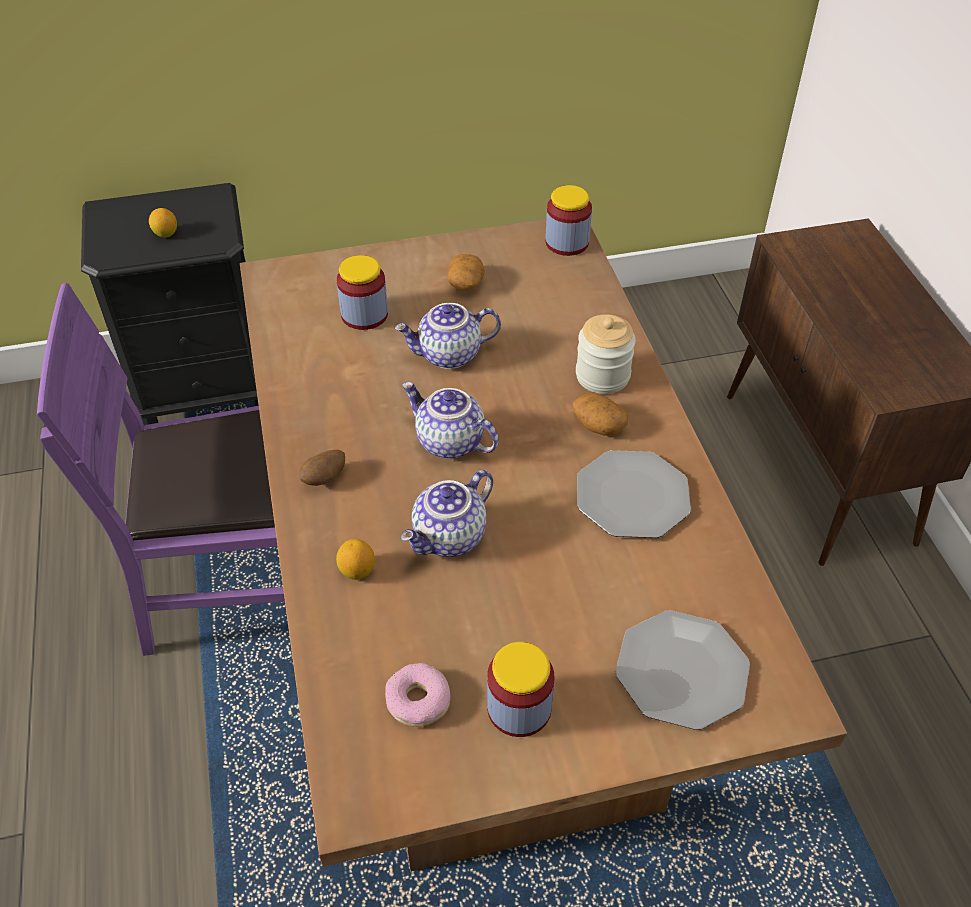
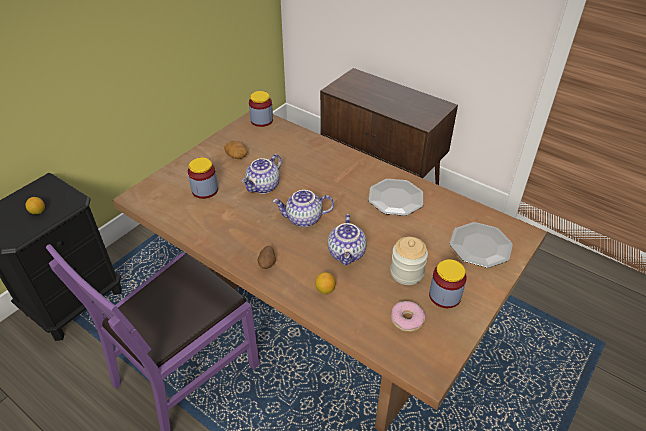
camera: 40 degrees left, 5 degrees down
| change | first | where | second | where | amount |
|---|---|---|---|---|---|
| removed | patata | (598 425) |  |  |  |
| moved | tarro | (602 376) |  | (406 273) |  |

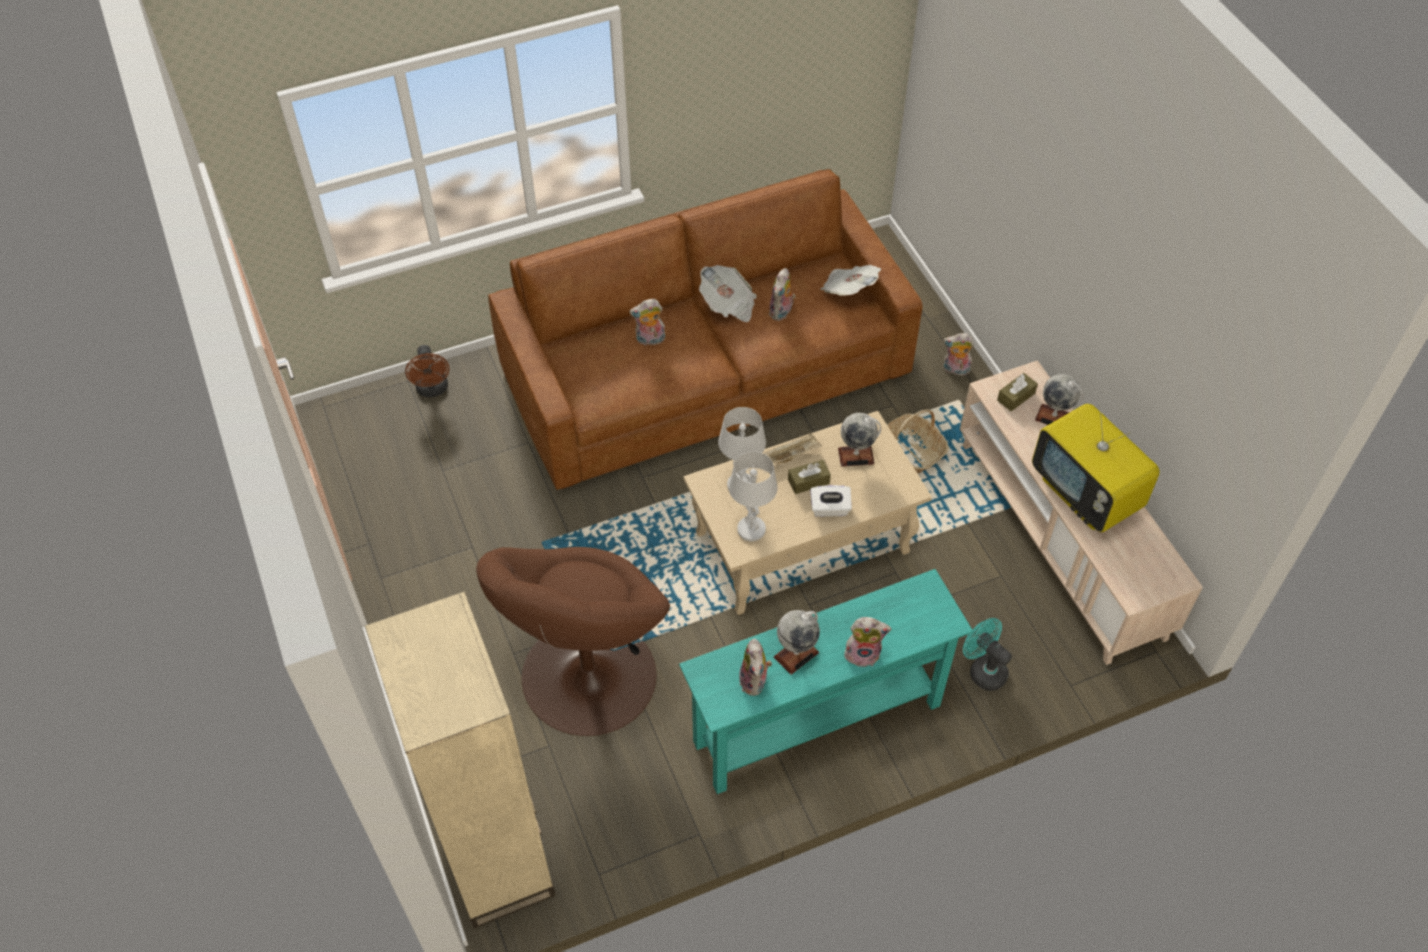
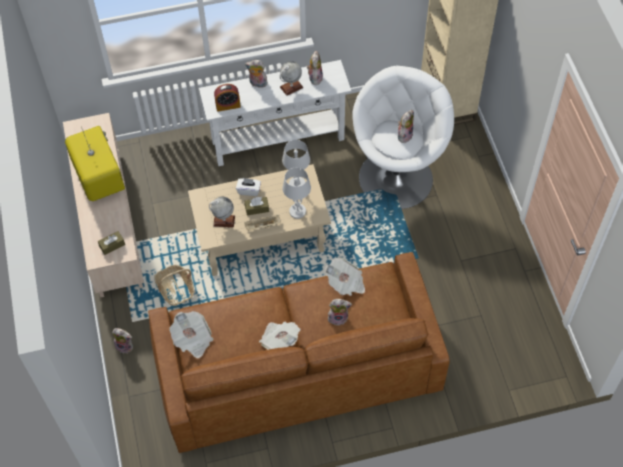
camera: 170 degrees left, 5 degrees up
| change | first | where | second | where | amount |
|---|---|---|---|---|---|
| removed | ventilador (marrón) | (433 390) |  |  |  |
| removed | ventilador (turquesa) | (983 670) |  |  |  |
| removed | globo terráqueo | (1054 417) |  |  |  |
| added |  |  | despertador | (228 105) |  |
| added |  |  | periódico | (346 283) |  |
| moved | peluche | (781 312) |  | (404 135) |  |
| recoloured | sillón (marrón) | (587 677) | sillón (blanco) | (396 177) |  |
| recoloured | mesa consola (turquesa) | (818 724) | mesa consola (blanco) | (278 140) |  |

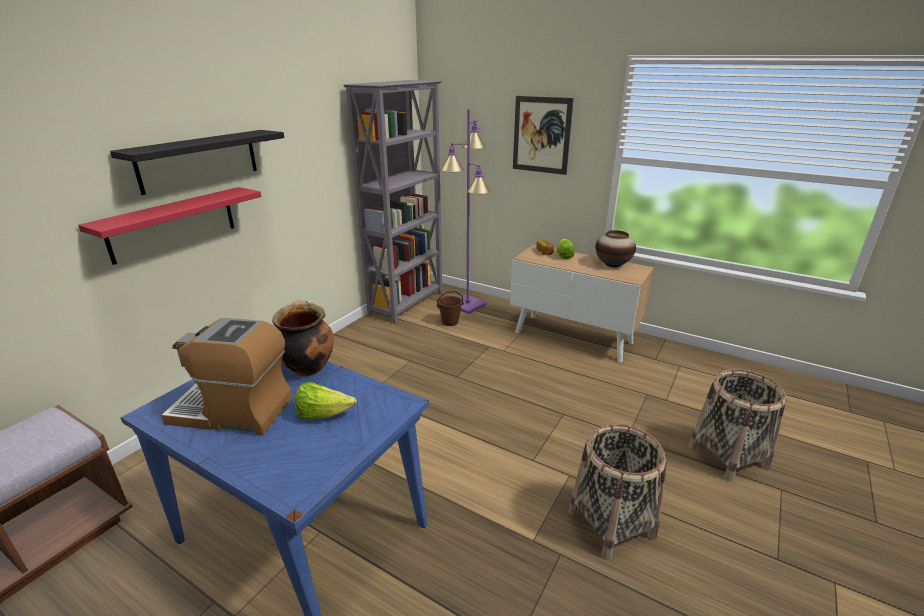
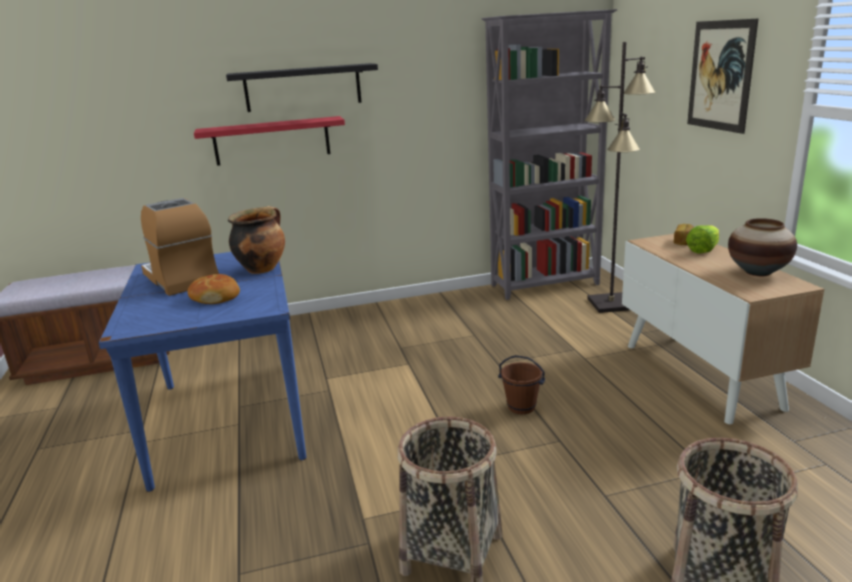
camera: 45 degrees right, 5 degrees down
| change | first | where | second | where | amount |
|---|---|---|---|---|---|
| moved | cubo (marrón) | (450 322) |  | (521 407) |  |
| replaced | lechuga | (323 414) | pan | (215 297) |  |
| recoloured | lámpara de pie (morado) | (468 305) | lámpara de pie (negro) | (611 304) |  |

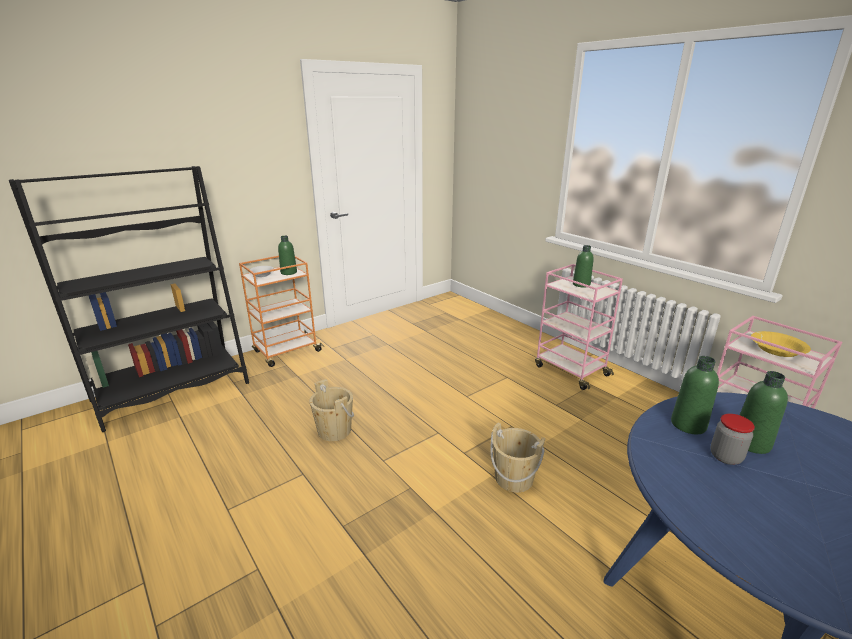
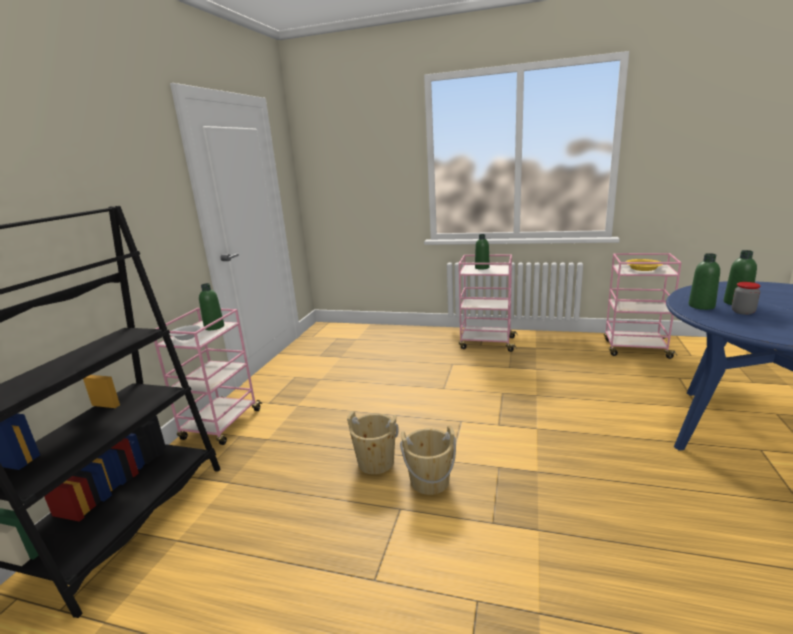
camera: 35 degrees left, 5 degrees down
| change | first | where | second | where | amount |
|---|---|---|---|---|---|
| moved | cubo (beis) | (513 478) |  | (429 481) |  |
| recoloured | carrito (naranja) | (286 352) | carrito (rosa) | (221 425) |  |

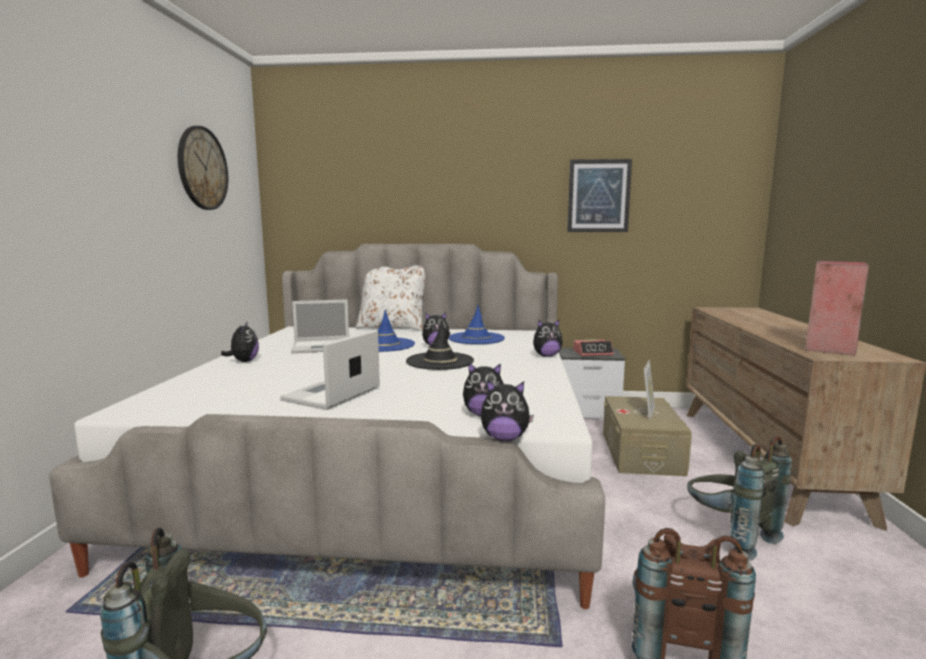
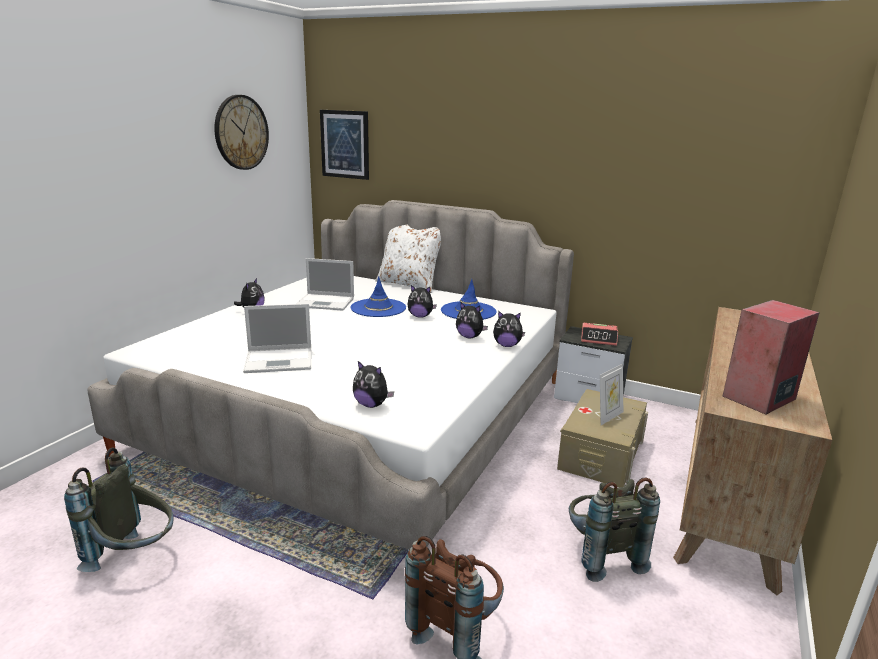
camera: 20 degrees right, 10 degrees up
| change | first | where | second | where | amount |
|---|---|---|---|---|---|
| removed | sombrero (negro) | (439 361) |  |  |  |
| moved | peluche | (505 438) |  | (469 337) |  |
| moved | cuadro | (598 196) |  | (345 144) |  |
| turned | portátil | (331 395) |  | (280 360) | 150 degrees counterclockwise |

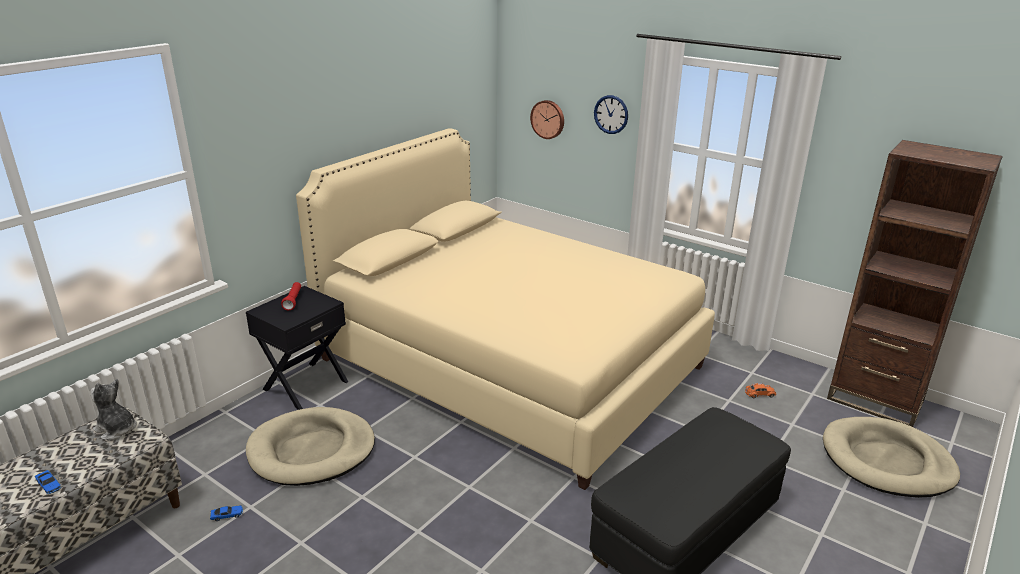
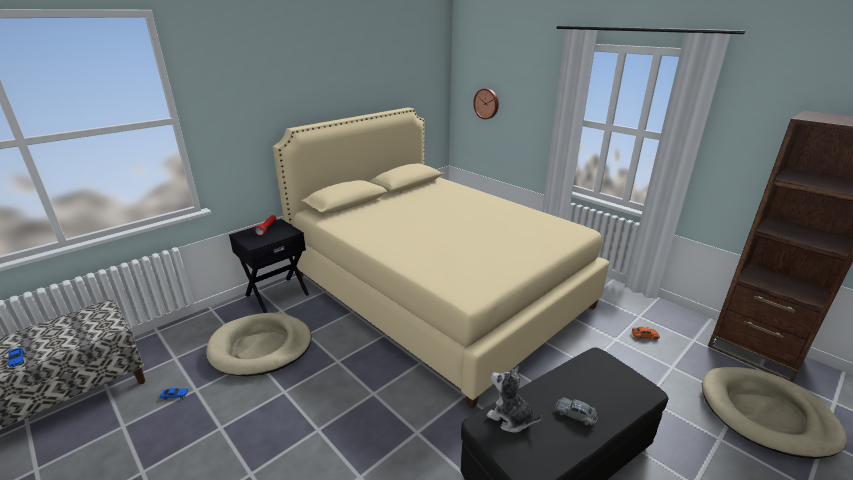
camera: 10 degrees right, 0 degrees up
| change | first | where | second | where | amount |
|---|---|---|---|---|---|
| removed | reloj de pared | (611 114) |  |  |  |
| added |  |  | coche de juguete (gris) | (575 414) |  |
| moved | peluche | (116 429) |  | (510 418) |  |

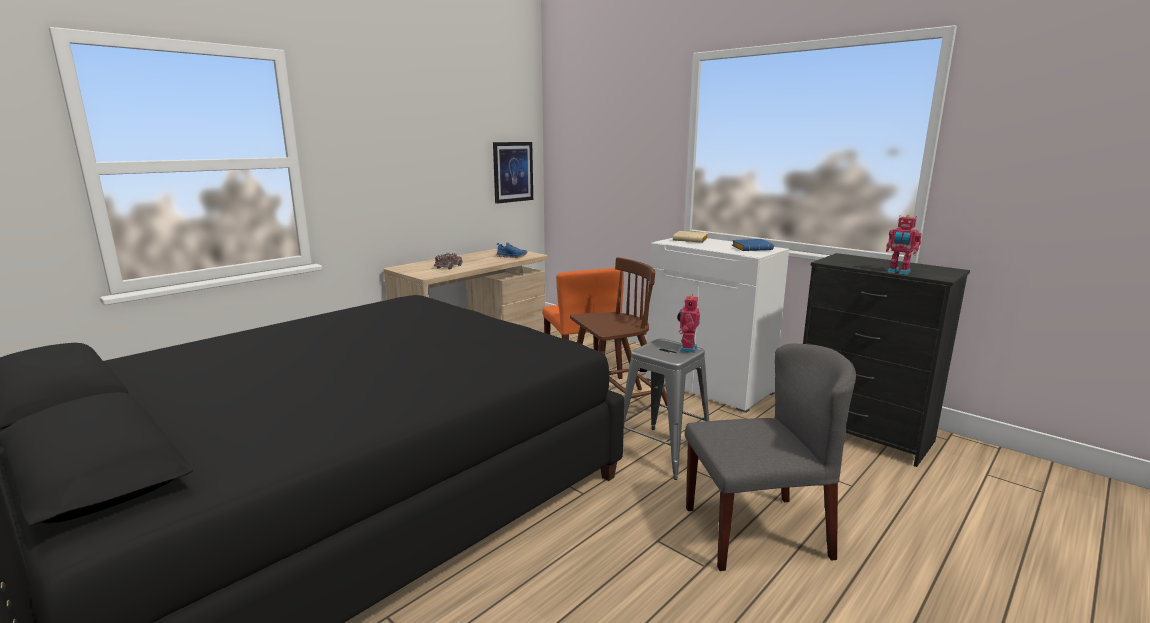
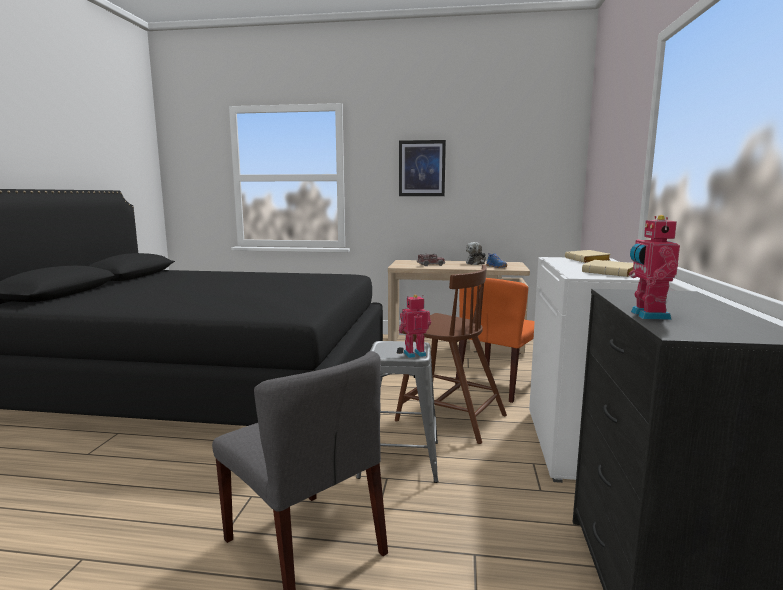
camera: 55 degrees right, 5 degrees down
| change | first | where | second | where | amount |
|---|---|---|---|---|---|
| added |  |  | peluche | (476 263) |  |
| moved | cuadro | (513 172) |  | (422 168) |  |
| recoloured | libro (azul) | (752 248) | libro (beis) | (611 273) |  |

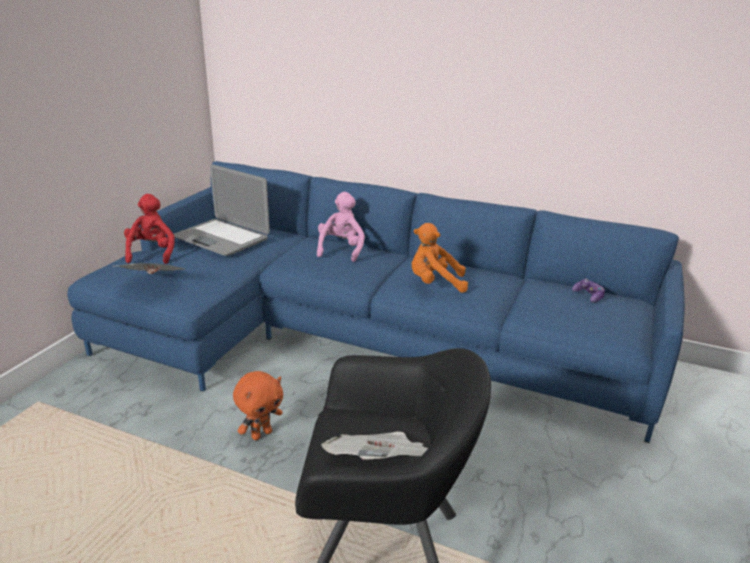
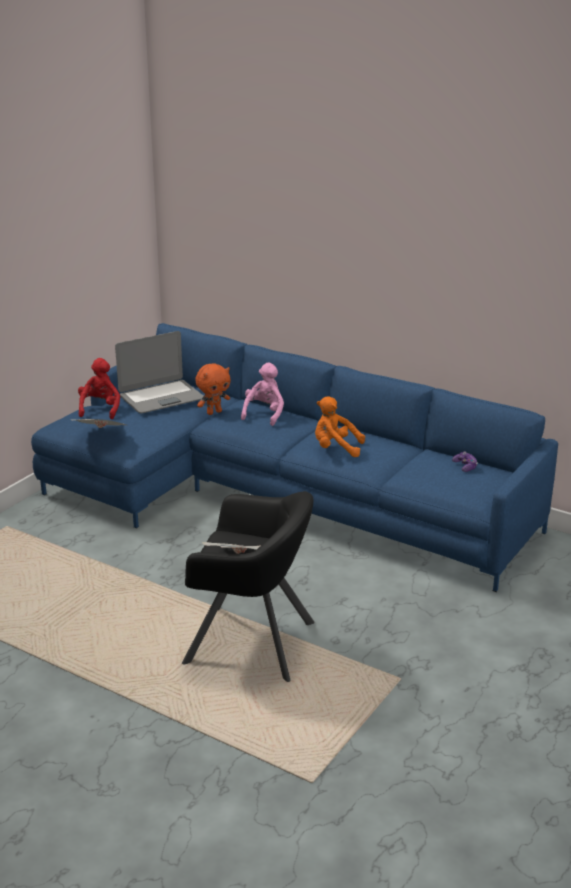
camera: 10 degrees right, 0 degrees up
| change | first | where | second | where | amount |
|---|---|---|---|---|---|
| moved | peluche (naranja) | (261 434) |  | (214 412) |  |
| turned | portátil | (222 238) |  | (161 397) | 75 degrees counterclockwise |

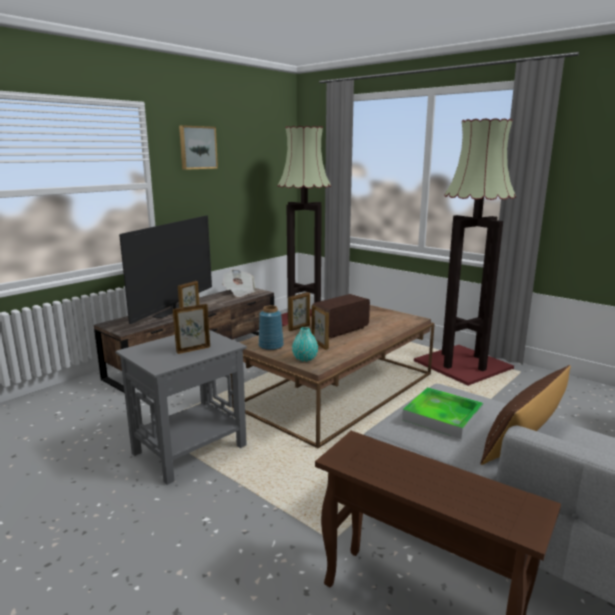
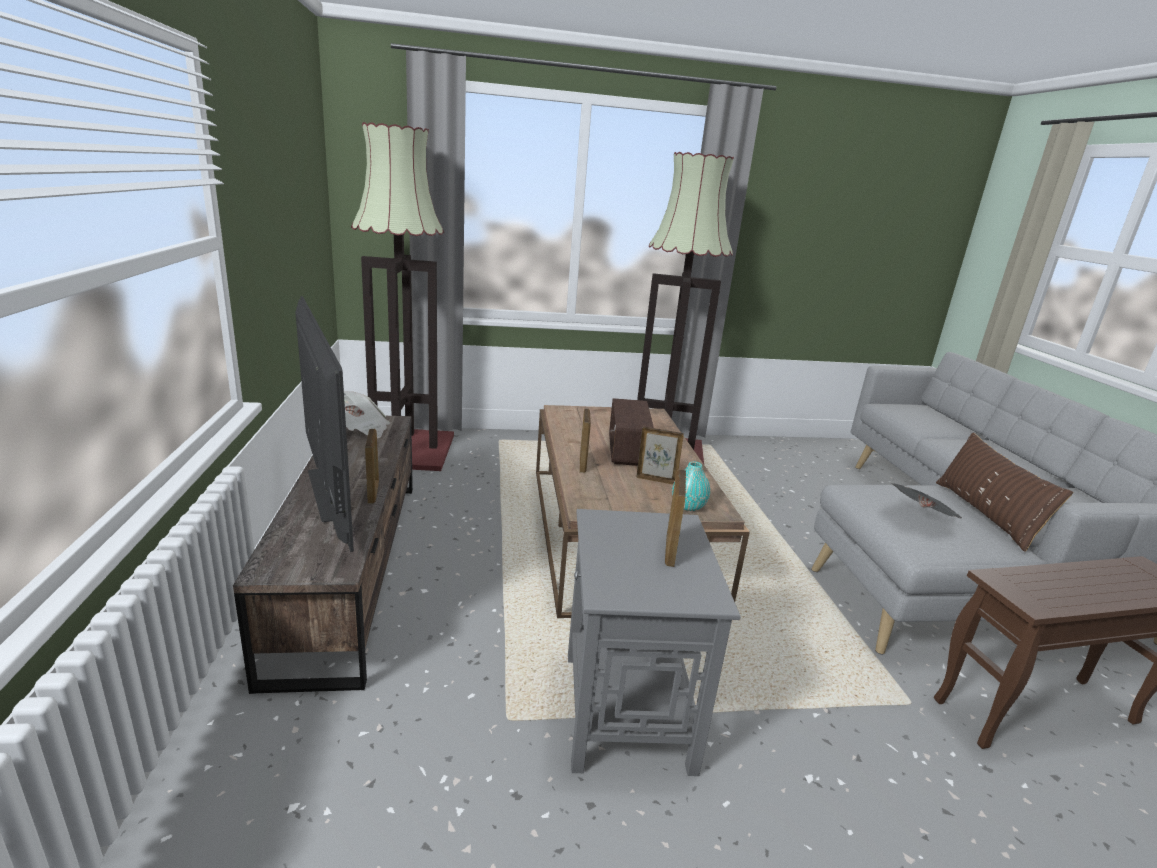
camera: 50 degrees left, 5 degrees up
| change | first | where | second | where | amount |
|---|---|---|---|---|---|
| removed | cuadro | (197 147) |  |  |  |
| removed | florero (azul) | (270 346) |  |  |  |
| replaced | bandeja | (442 416) | periódico | (921 519) |  |

